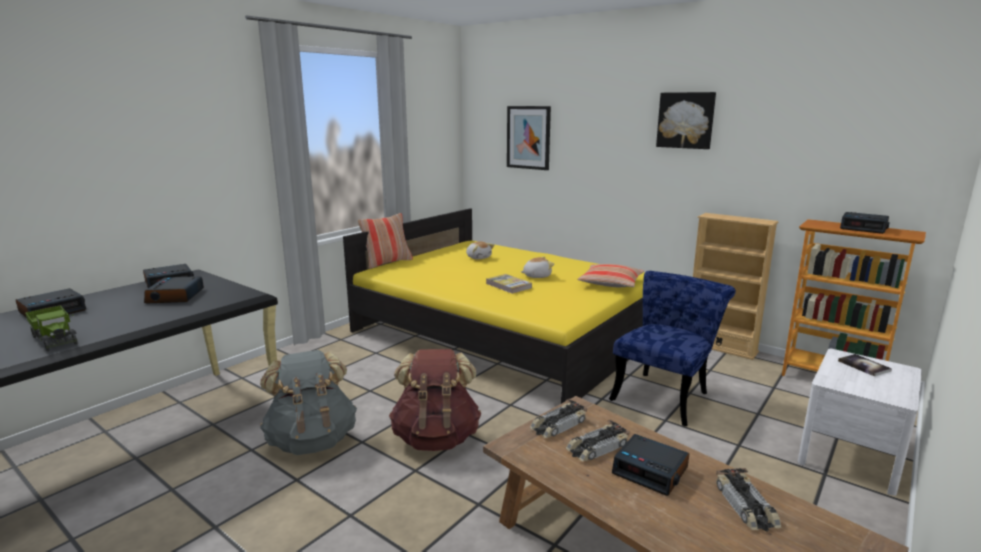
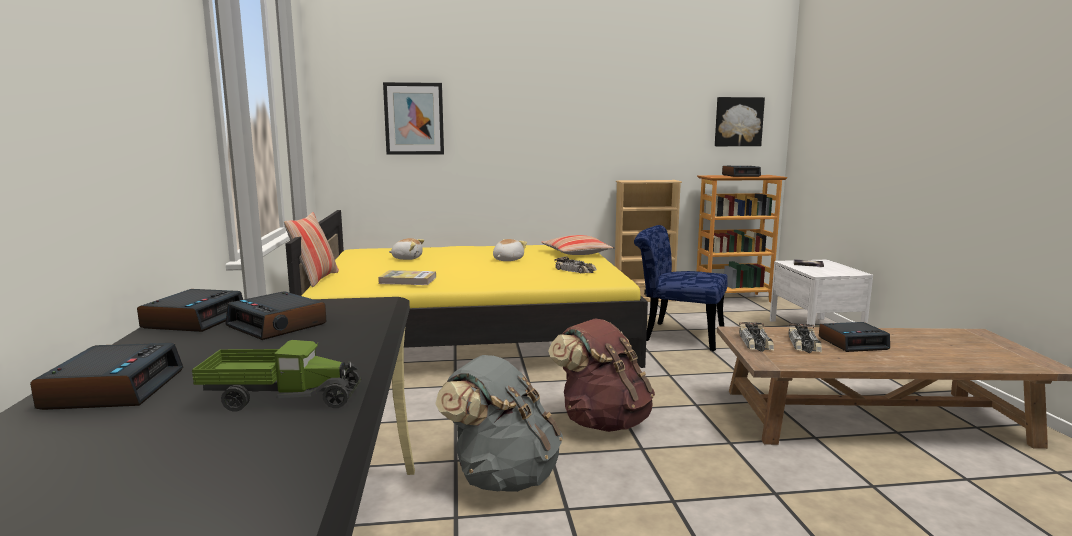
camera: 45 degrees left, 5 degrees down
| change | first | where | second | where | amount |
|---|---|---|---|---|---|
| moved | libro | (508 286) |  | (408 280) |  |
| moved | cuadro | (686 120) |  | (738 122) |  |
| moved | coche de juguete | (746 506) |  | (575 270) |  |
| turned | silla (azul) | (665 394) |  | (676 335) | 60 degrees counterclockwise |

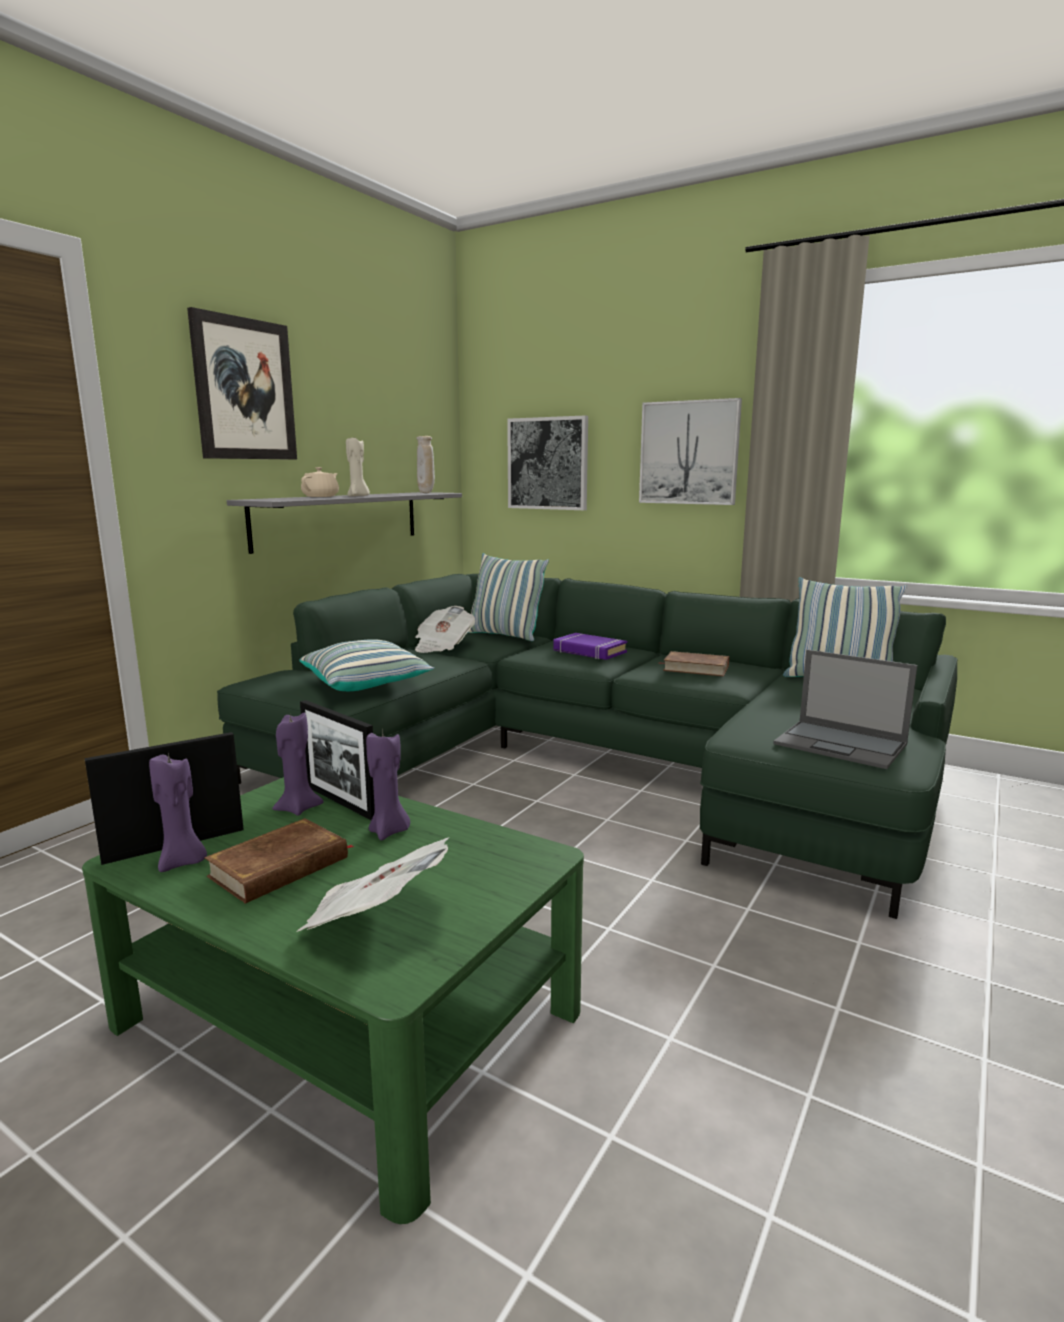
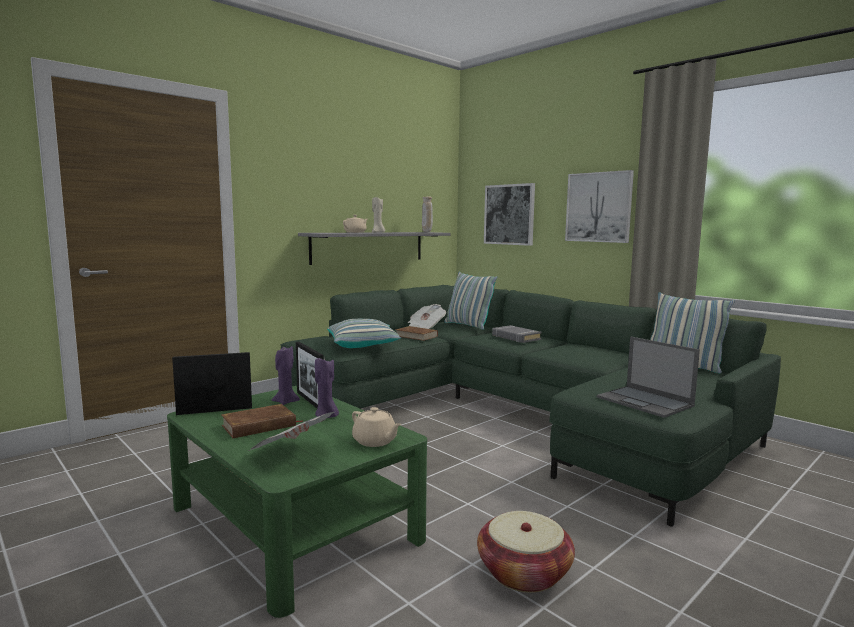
camera: 15 degrees right, 5 degrees down
| change | first | where | second | where | amount |
|---|---|---|---|---|---|
| removed | vela (morado) | (183 862) |  |  |  |
| removed | cuadro | (244 389) |  |  |  |
| added |  |  | tetera (beis) | (375 441) |  |
| added |  |  | cesta | (523 572) |  |
| moved | libro (marrón) | (695 668) |  | (416 336) |  |
| recoloured | libro (morado) | (589 652) | libro (gris) | (515 337) |  |

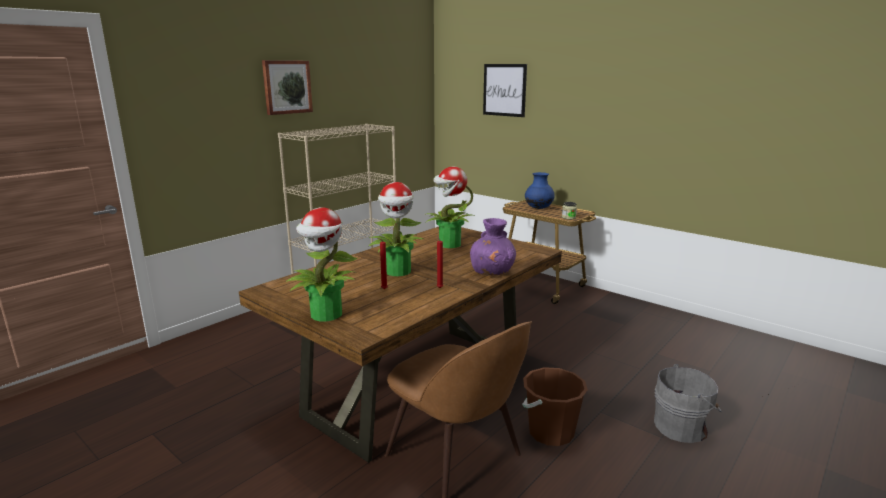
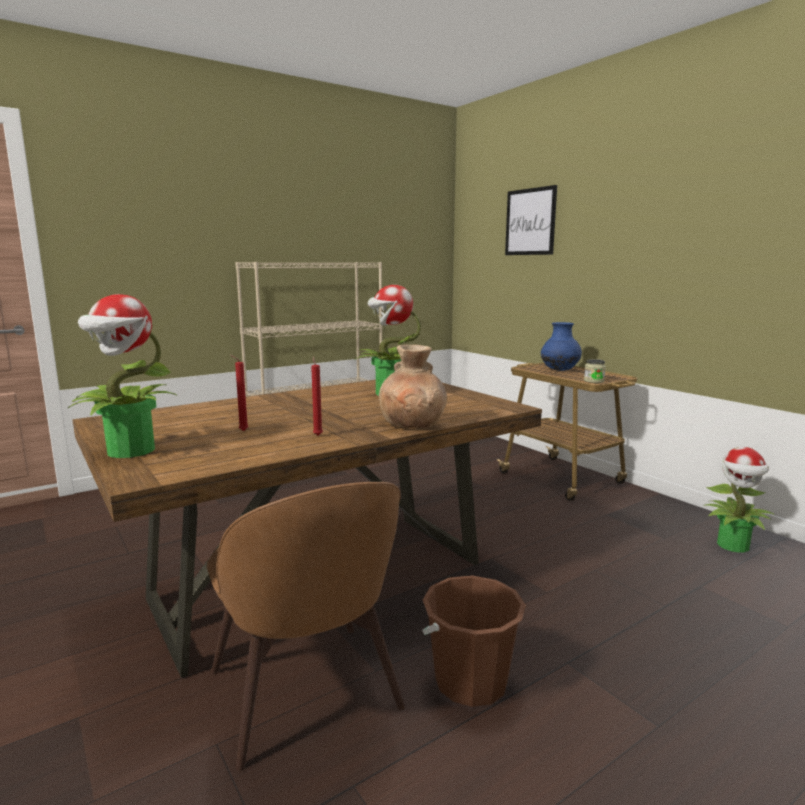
camera: 15 degrees right, 5 degrees down
| change | first | where | second | where | amount |
|---|---|---|---|---|---|
| removed | cuadro | (287 87) |  |  |  |
| removed | cubo (gris) | (682 427) |  |  |  |
| moved | planta en maceta | (398 272) |  | (733 546) |  |
| recoloured | florero (morado) | (492 272) | florero (marrón) | (413 424) |  |

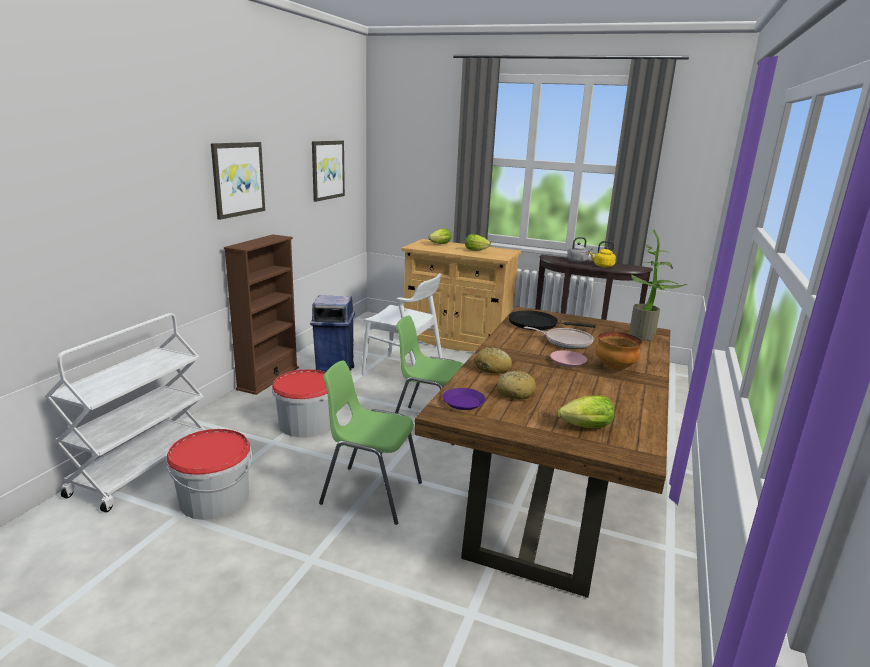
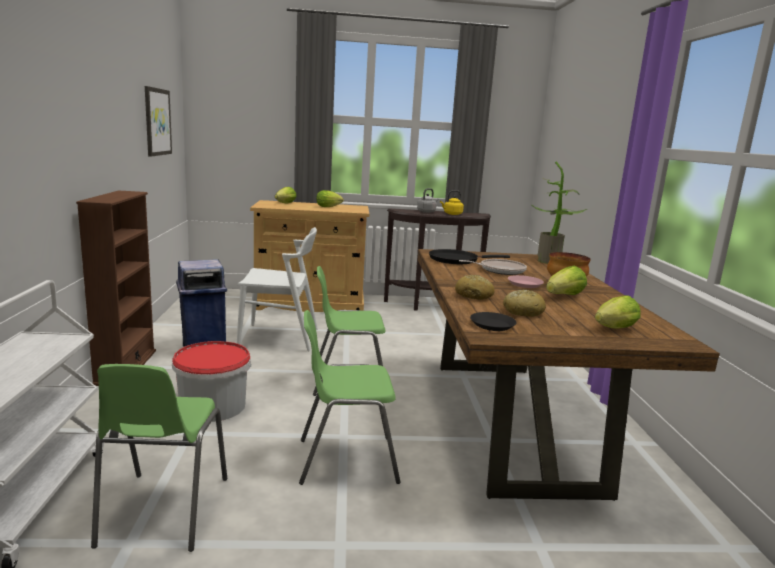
camera: 25 degrees left, 5 degrees down
| change | first | where | second | where | amount |
|---|---|---|---|---|---|
| removed | cuadro | (238 179) |  |  |  |
| added |  |  | lechuga | (564 296) |  |
| replaced | cubo | (214 498) | silla (verde) | (162 511) |  |
| recoloured | plato (morado) | (463 402) | plato (negro) | (492 325) |  |

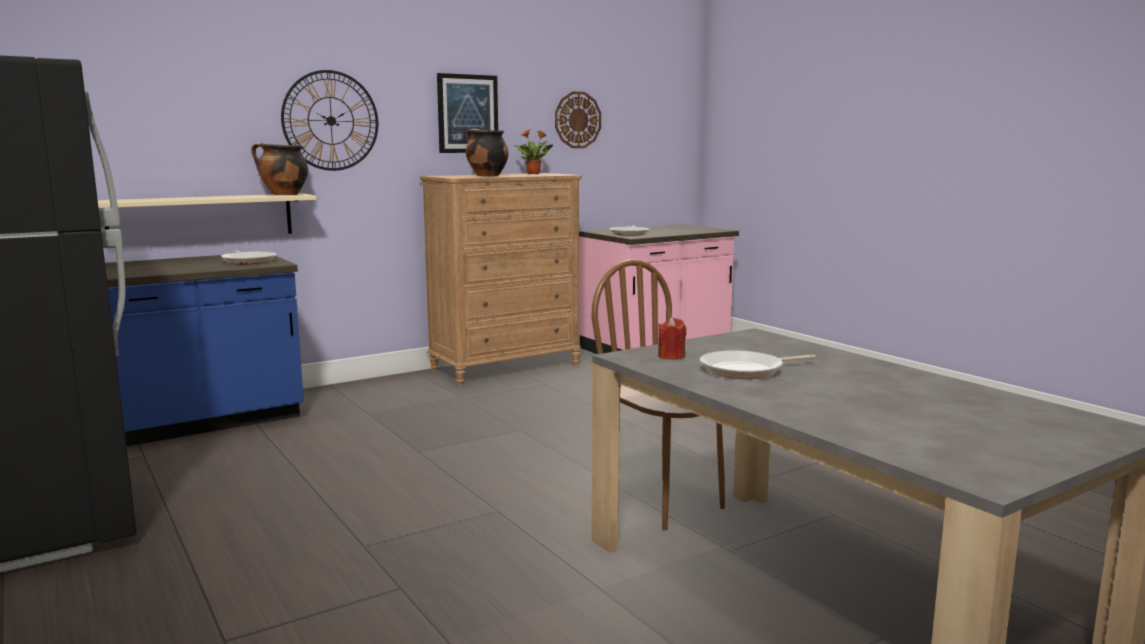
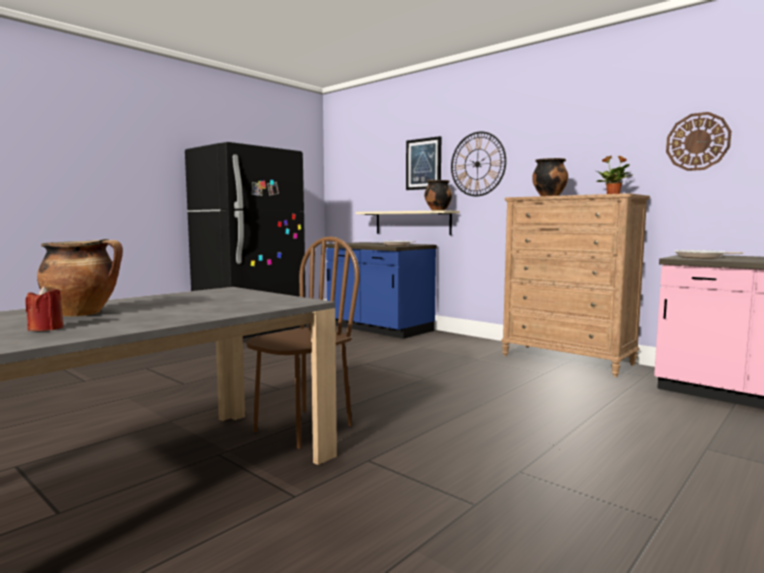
camera: 75 degrees right, 5 degrees down
| change | first | where | second | where | amount |
|---|---|---|---|---|---|
| removed | sartén | (746 370) |  |  |  |
| added |  |  | olla | (83 314) |  |
| moved | cuadro | (467 114) |  | (423 164) |  |
| moved | vela (rojo) | (671 356) |  | (46 329) |  |

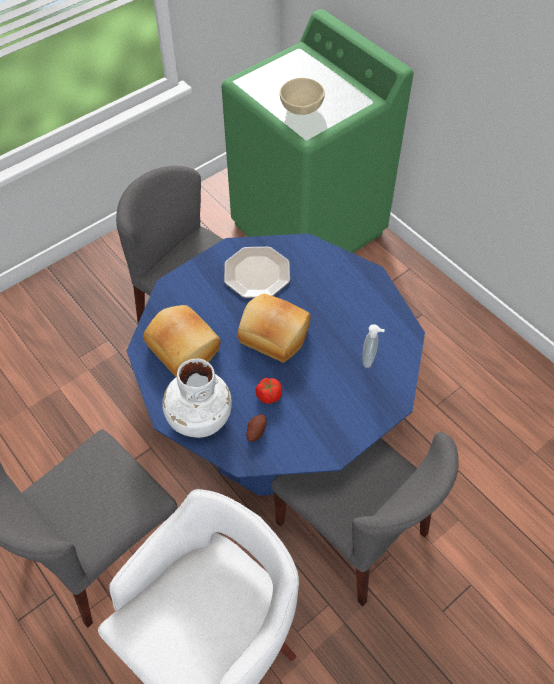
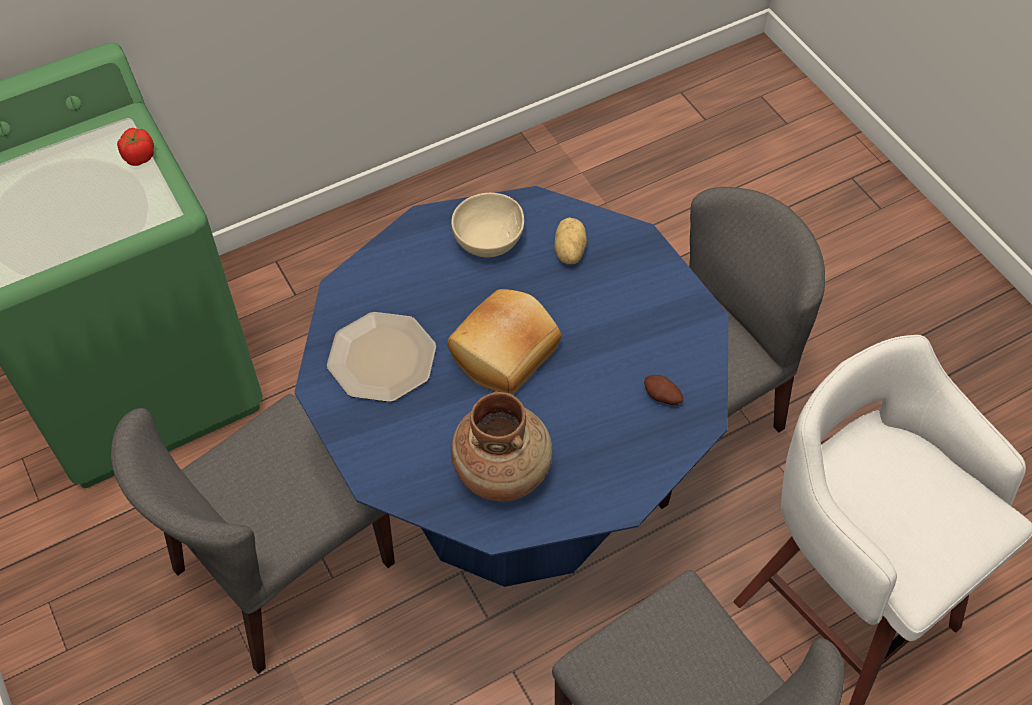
camera: 80 degrees left, 0 degrees up
| change | first | where | second | where | amount |
|---|---|---|---|---|---|
| removed | florero (blanco) | (199 417) |  |  |  |
| moved | tomate | (268 395) |  | (139 157) |  |
| moved | cuenco (beis) | (301 109) |  | (490 241) |  |
| replaced | pan | (185 347) | florero (marrón) | (502 470) |  |
| replaced | dispensador de jabón | (369 359) | patata | (568 251) |  |

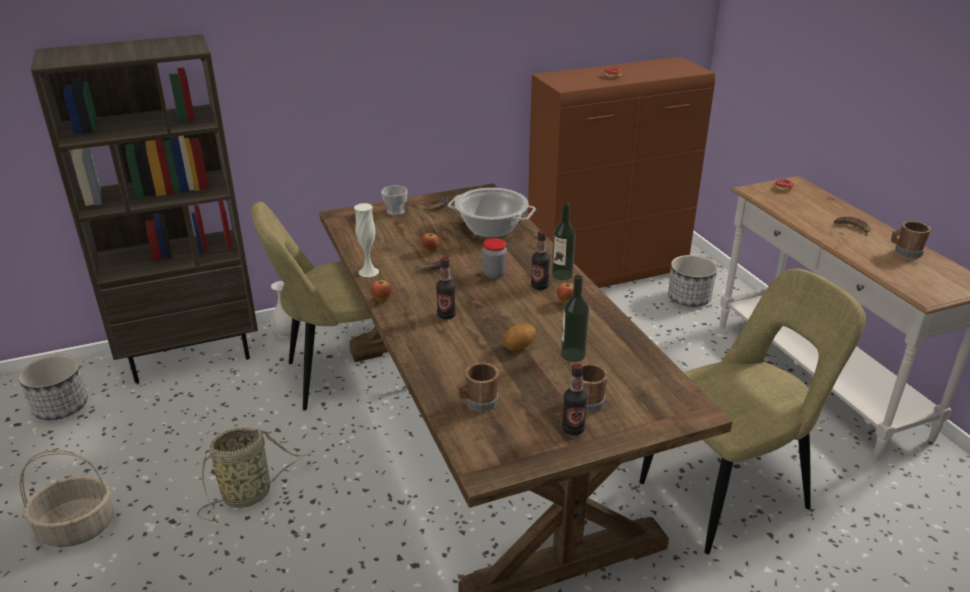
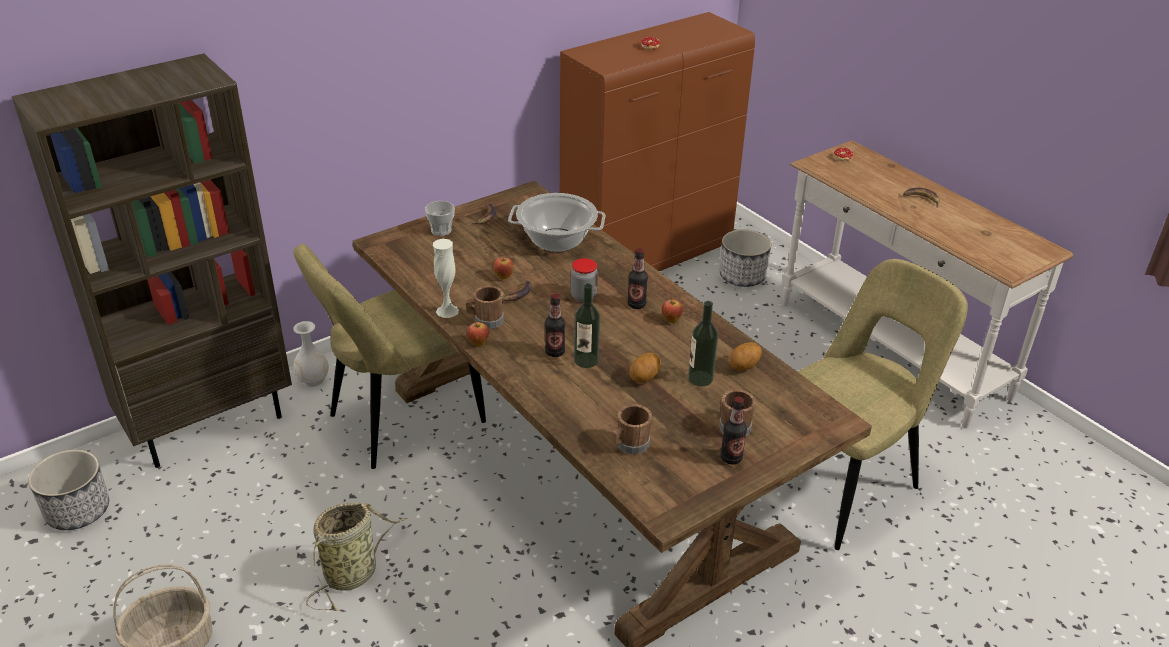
camera: 15 degrees left, 5 degrees up
| change | first | where | second | where | amount |
|---|---|---|---|---|---|
| added |  |  | patata | (744 366) |  |
| moved | botella | (562 275) |  | (586 360) |  |
| moved | taza grande (marrón) | (905 252) |  | (485 321) |  |

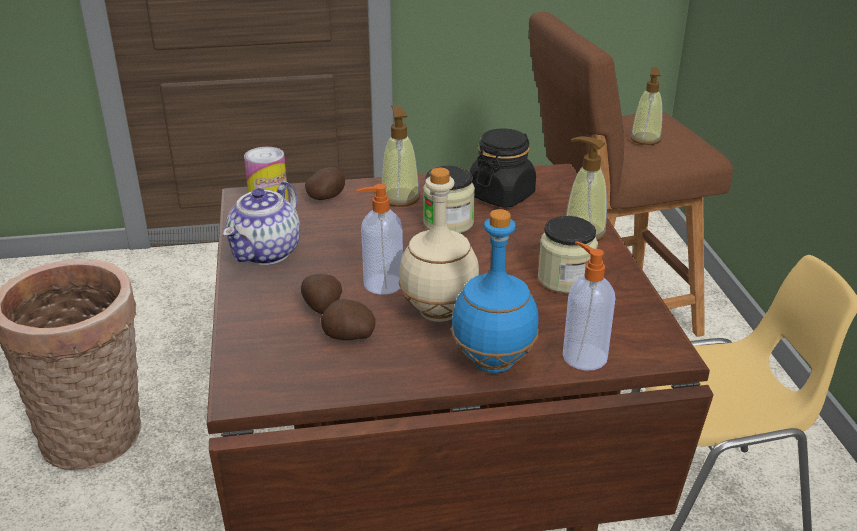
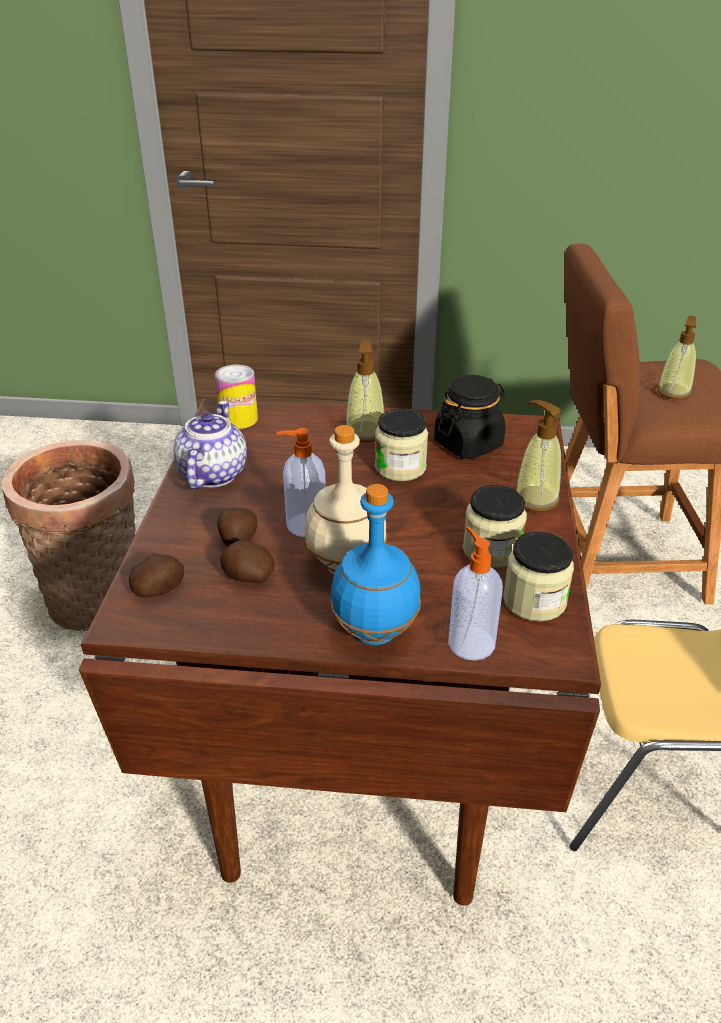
camera: 15 degrees right, 5 degrees up
| change | first | where | second | where | amount |
|---|---|---|---|---|---|
| added |  |  | tarro | (534 601) |  |
| moved | patata | (327 197) |  | (159 590) |  |
| turned | tetera | (266 253) |  | (212 473) | 150 degrees clockwise |

